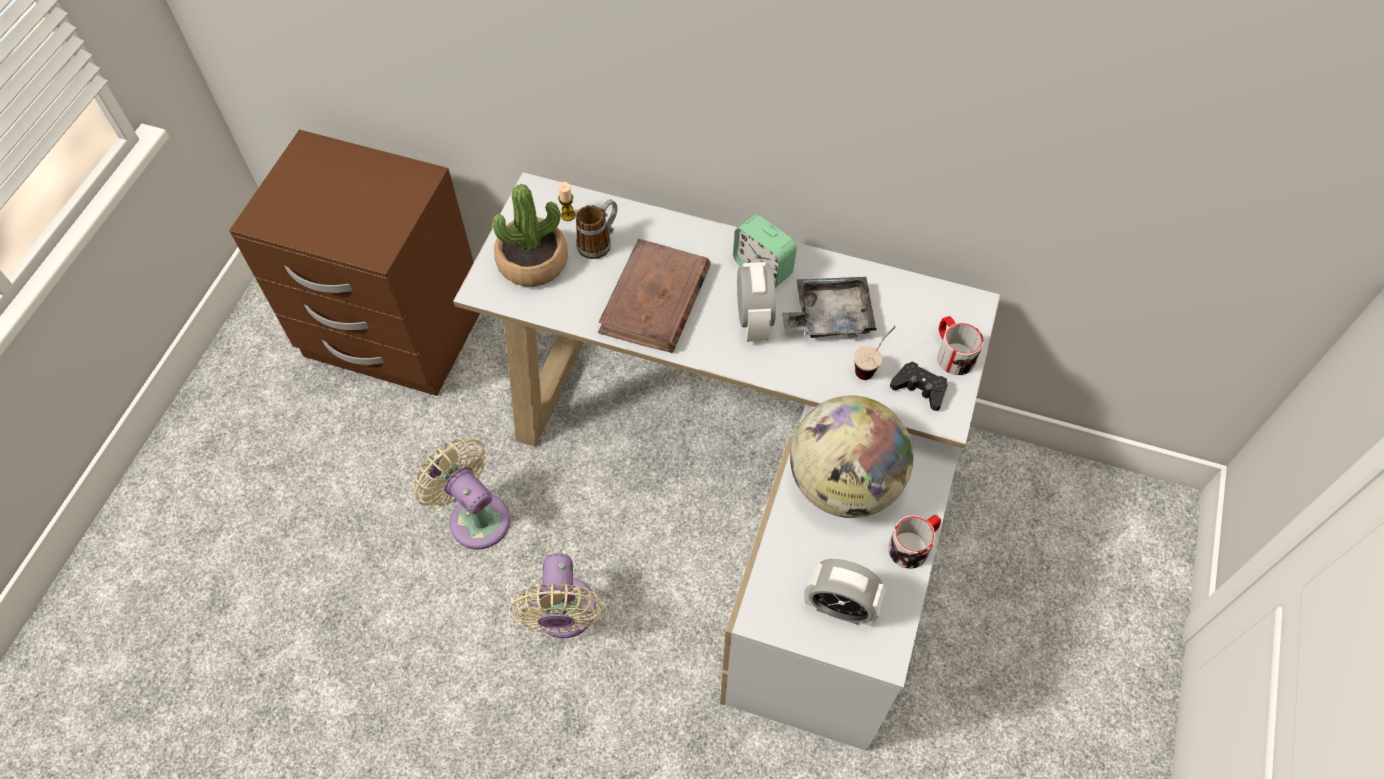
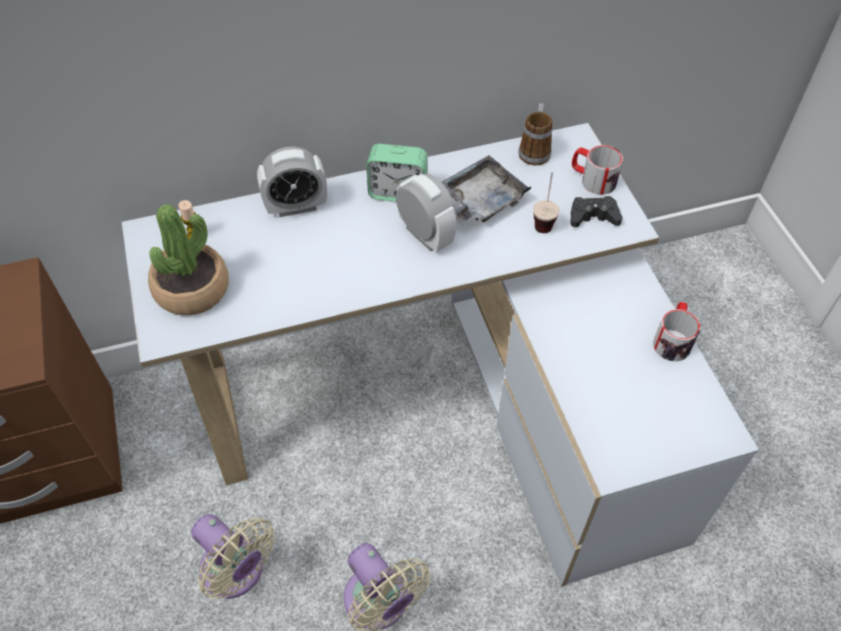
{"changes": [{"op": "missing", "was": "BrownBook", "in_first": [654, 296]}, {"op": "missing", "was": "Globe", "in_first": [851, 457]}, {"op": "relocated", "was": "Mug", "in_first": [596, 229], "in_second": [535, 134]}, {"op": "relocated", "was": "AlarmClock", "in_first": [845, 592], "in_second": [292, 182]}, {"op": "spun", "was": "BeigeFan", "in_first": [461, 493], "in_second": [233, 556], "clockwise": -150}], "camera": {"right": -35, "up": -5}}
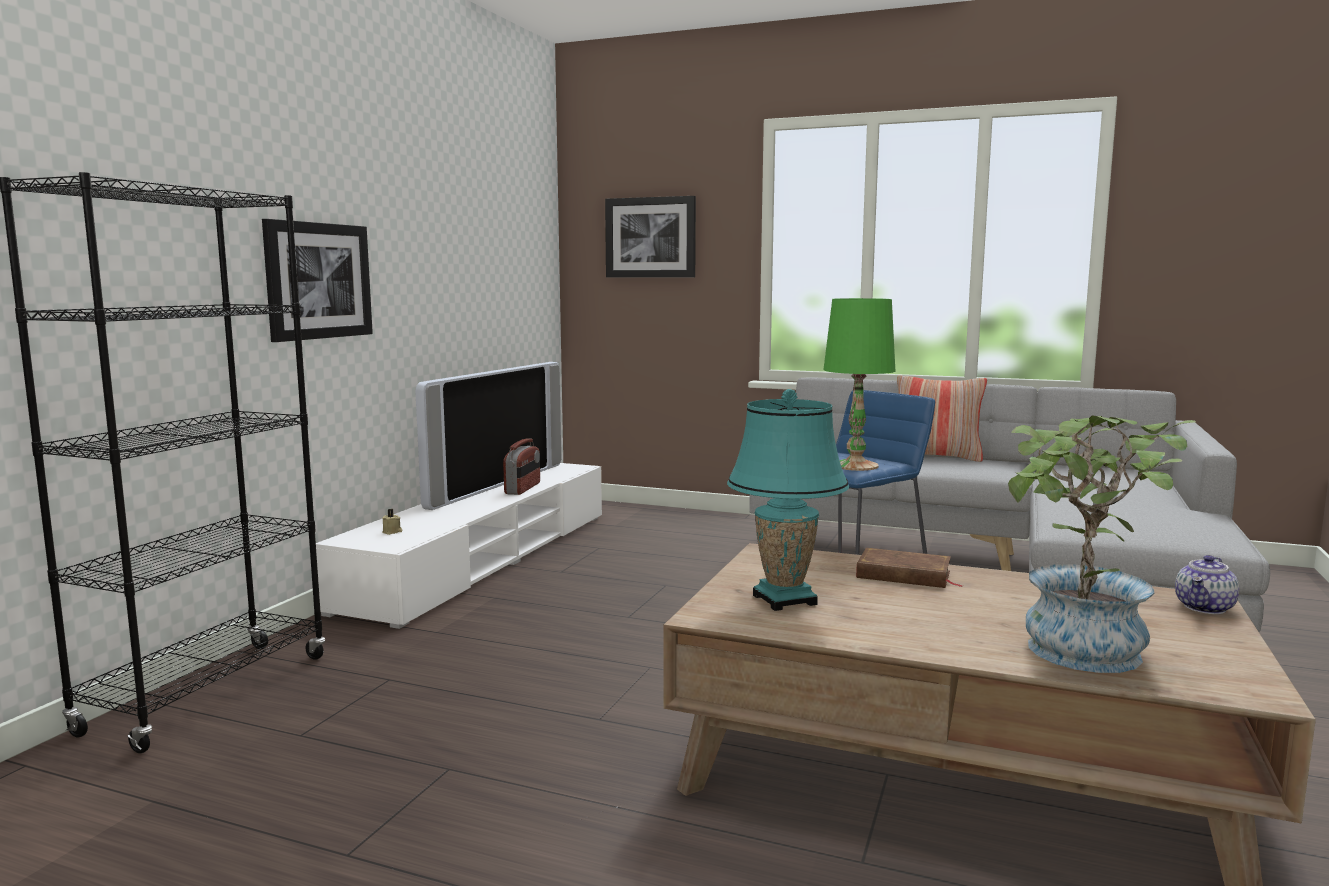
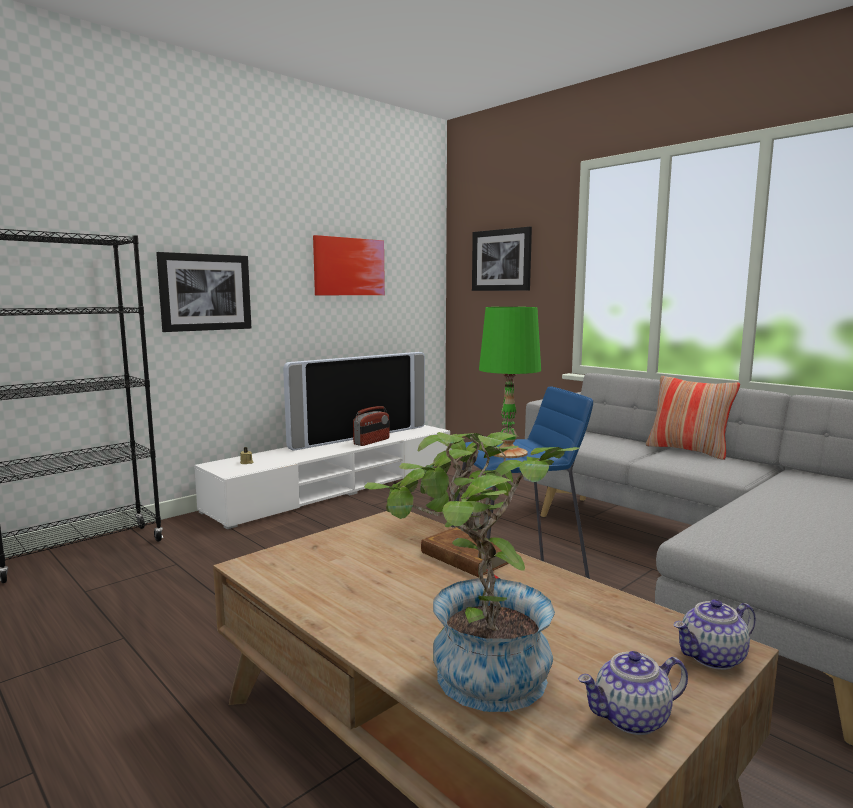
{"changes": [{"op": "missing", "was": "TurquoiseTableLamp", "in_first": [788, 500]}, {"op": "appeared", "now": "Picture", "in_second": [349, 265]}, {"op": "appeared", "now": "Teapot", "in_second": [633, 693]}], "camera": {"right": 25, "up": 0}}
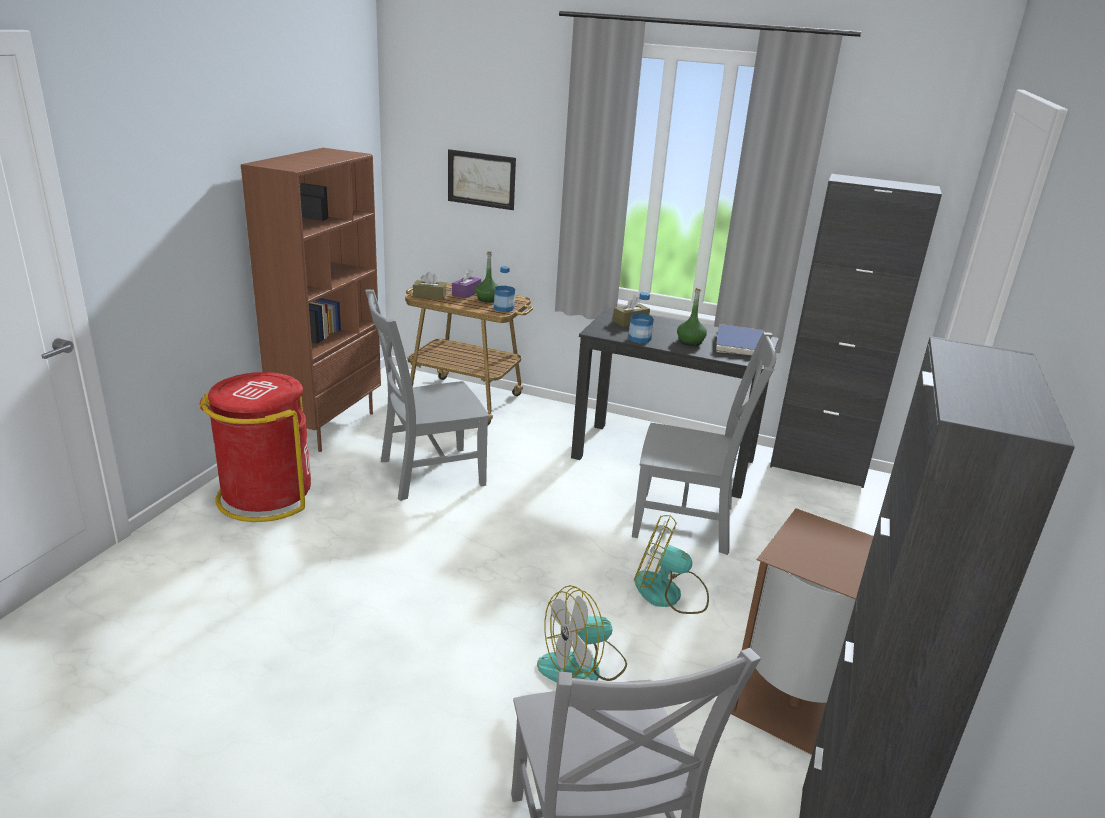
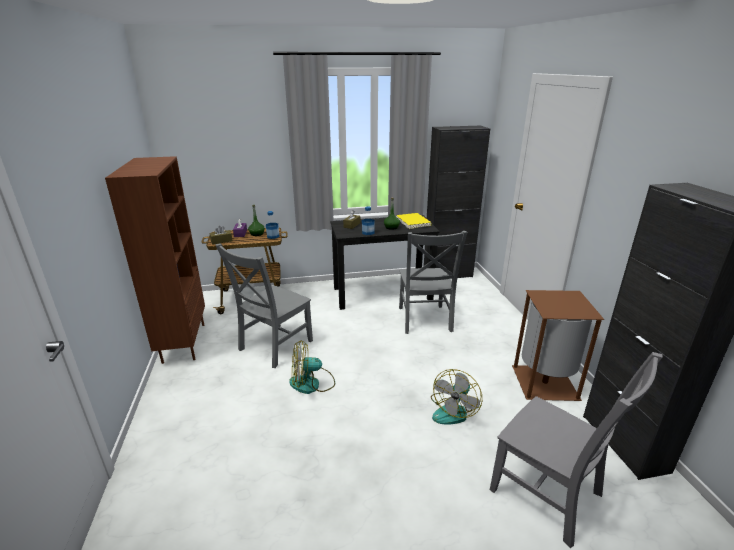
{"changes": [{"op": "missing", "was": "RedTrashCan", "in_first": [255, 447]}, {"op": "missing", "was": "Picture", "in_first": [482, 179]}, {"op": "relocated", "was": "Fan", "in_first": [671, 564], "in_second": [312, 367]}, {"op": "colour", "was": "BlueBook", "now": "YellowBook", "in_first": [740, 340], "in_second": [414, 221]}, {"op": "spun", "was": "GreyChair", "in_first": [704, 443], "in_second": [433, 282], "clockwise": 105}], "camera": {"right": -30, "up": 0}}
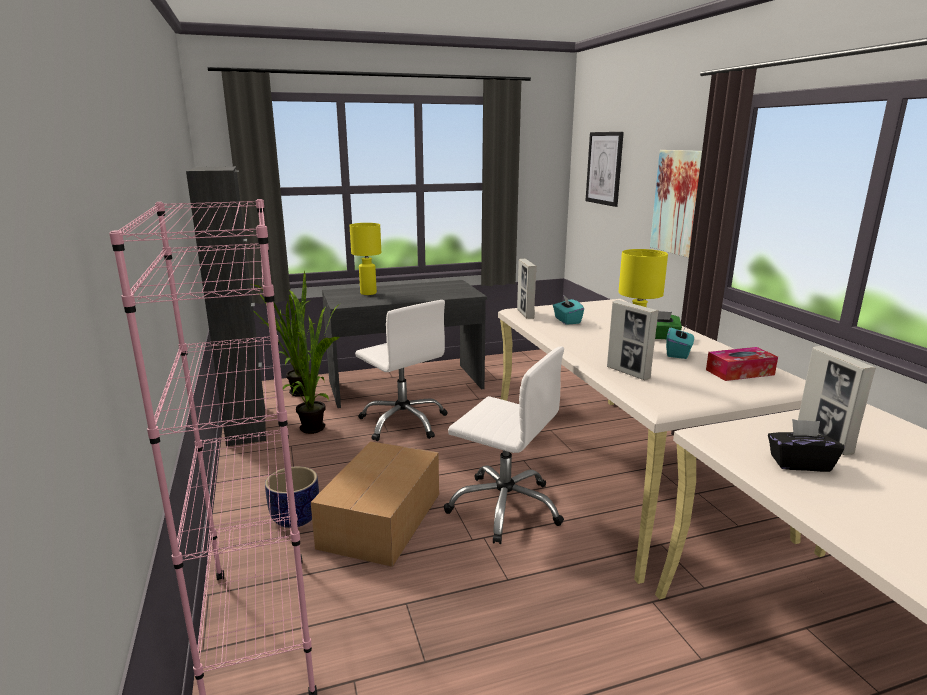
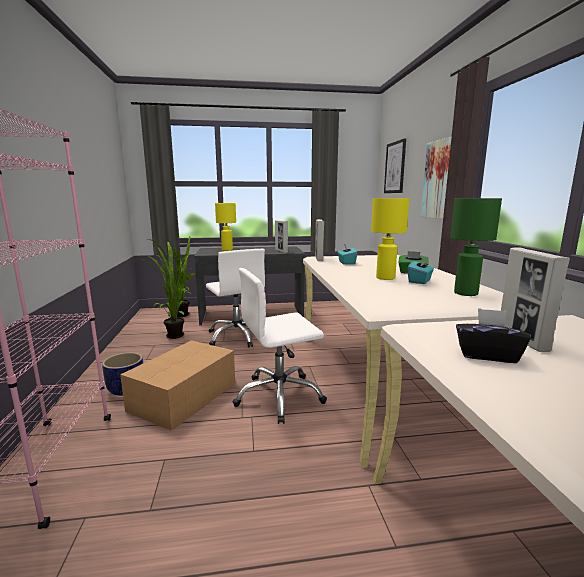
{"changes": [{"op": "missing", "was": "BlackCabinet", "in_first": [226, 306]}, {"op": "relocated", "was": "PictureFrame", "in_first": [633, 340], "in_second": [281, 236]}, {"op": "exchanged", "was": "TissueBox", "now": "GreenTableLamp", "in_first": [742, 364], "in_second": [476, 247]}, {"op": "spun", "was": "WhiteOfficeChair", "in_first": [504, 445], "in_second": [280, 346], "clockwise": 120}], "camera": {"right": 10, "up": -5}}
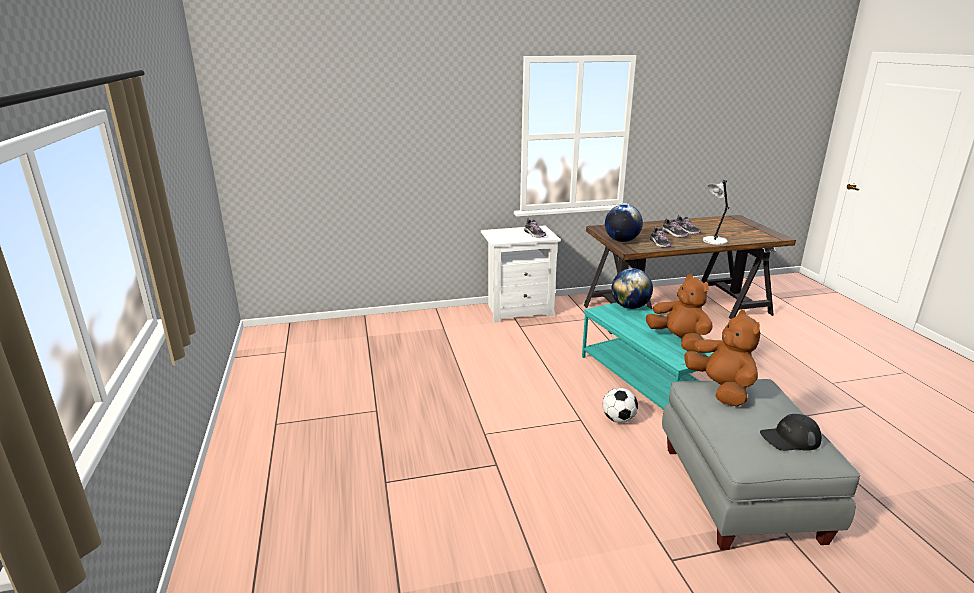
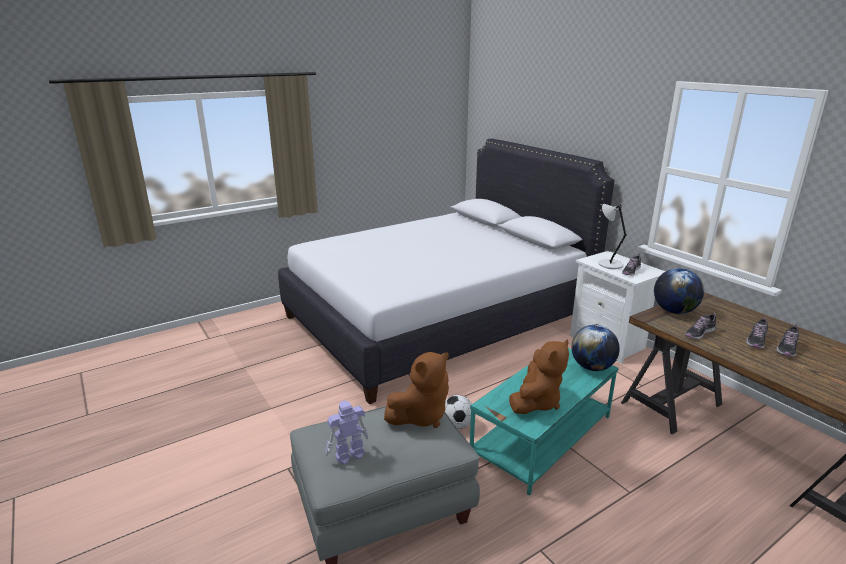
{"changes": [{"op": "appeared", "now": "WhiteBed", "in_second": [446, 271]}, {"op": "relocated", "was": "GreyTableLamp", "in_first": [716, 212], "in_second": [613, 236]}, {"op": "exchanged", "was": "BlackCap", "now": "ToyRobot", "in_first": [791, 432], "in_second": [346, 432]}], "camera": {"right": 70, "up": 0}}
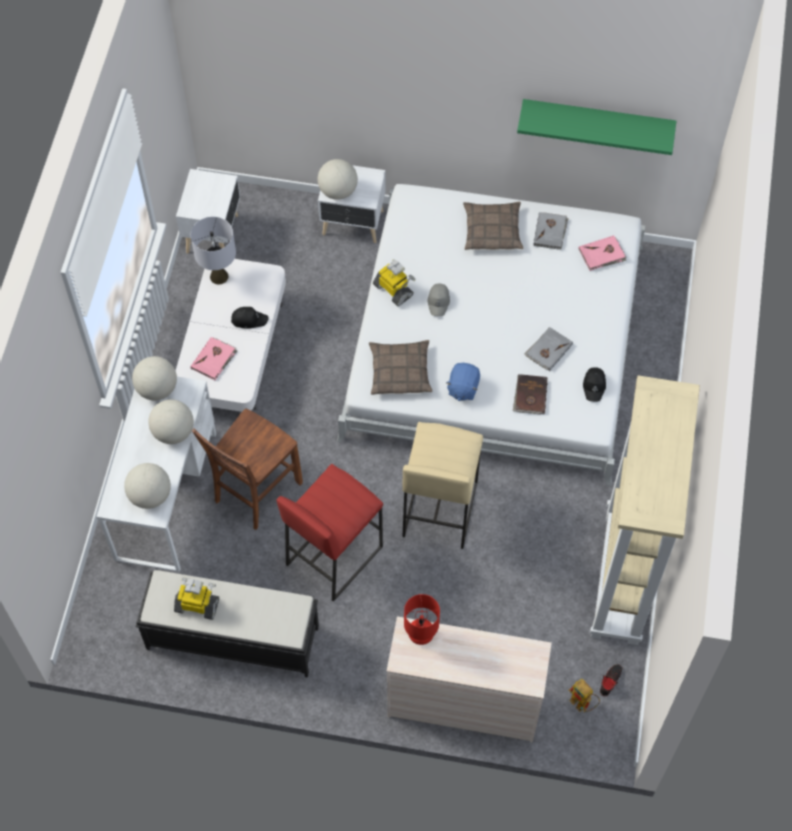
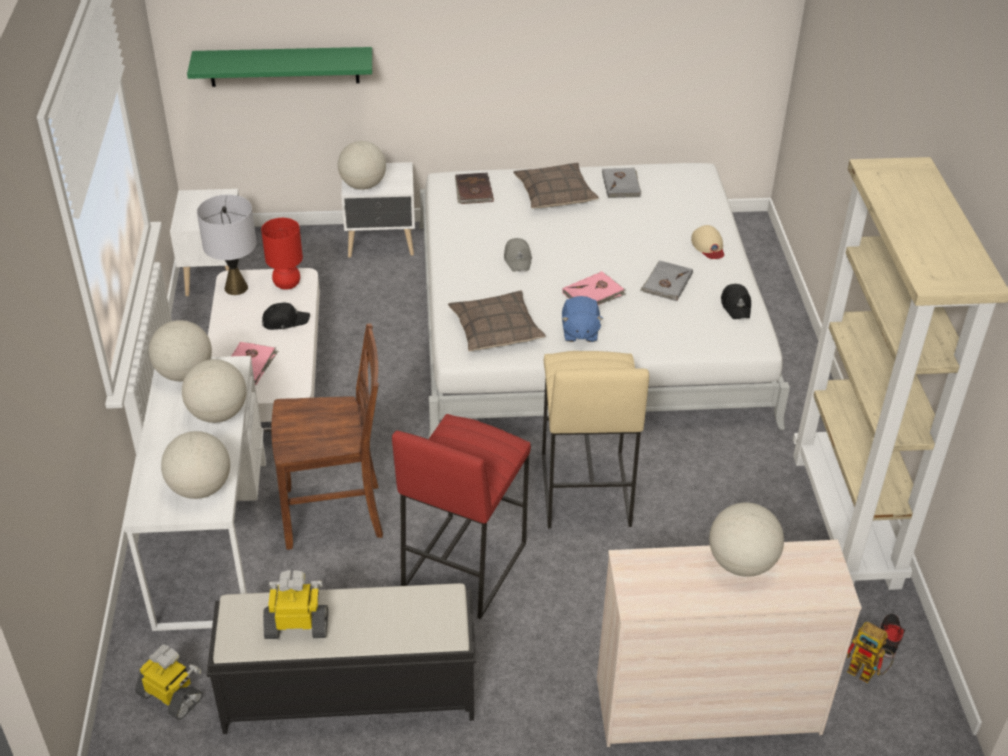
{"changes": [{"op": "appeared", "now": "BeigeCap", "in_second": [707, 242]}, {"op": "appeared", "now": "Globe", "in_second": [746, 540]}, {"op": "relocated", "was": "ToyRobot", "in_first": [394, 283], "in_second": [169, 682]}, {"op": "relocated", "was": "RedTableLamp", "in_first": [422, 619], "in_second": [282, 254]}, {"op": "relocated", "was": "BrownBook", "in_first": [530, 394], "in_second": [474, 188]}, {"op": "relocated", "was": "GreenShelf", "in_first": [596, 127], "in_second": [279, 67]}, {"op": "relocated", "was": "PinkBook", "in_first": [603, 253], "in_second": [594, 288]}, {"op": "spun", "was": "BrownChair", "in_first": [247, 469], "in_second": [327, 437], "clockwise": -120}], "camera": {"right": -15, "up": -20}}
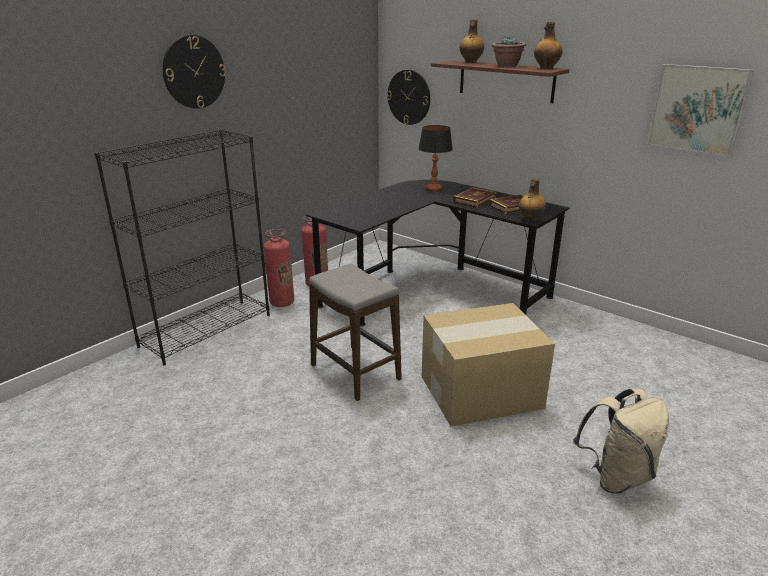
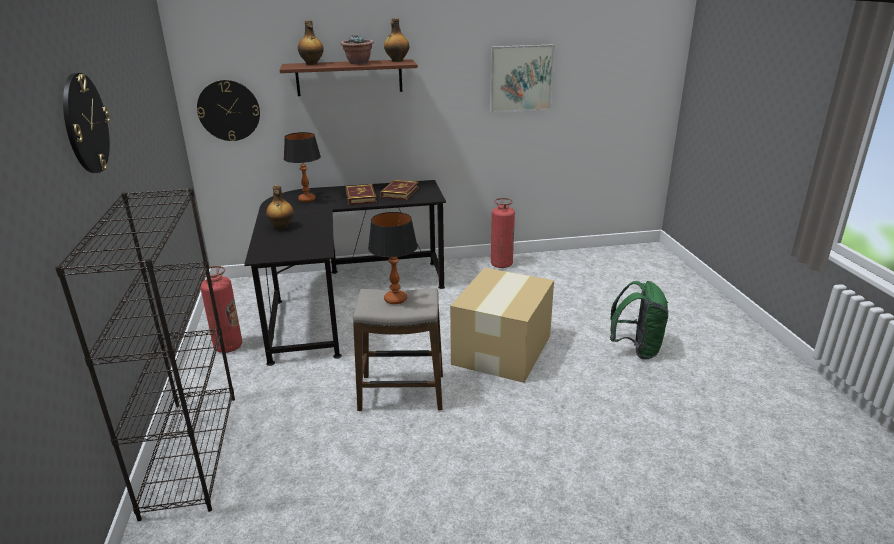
{"changes": [{"op": "appeared", "now": "TableLamp", "in_second": [393, 258]}, {"op": "relocated", "was": "FireExtinguisher", "in_first": [279, 268], "in_second": [503, 233]}, {"op": "relocated", "was": "Bottle", "in_first": [532, 200], "in_second": [280, 207]}, {"op": "colour", "was": "BeigeBackpack", "now": "GreenBackpack", "in_first": [621, 441], "in_second": [639, 320]}], "camera": {"right": -50, "up": 0}}
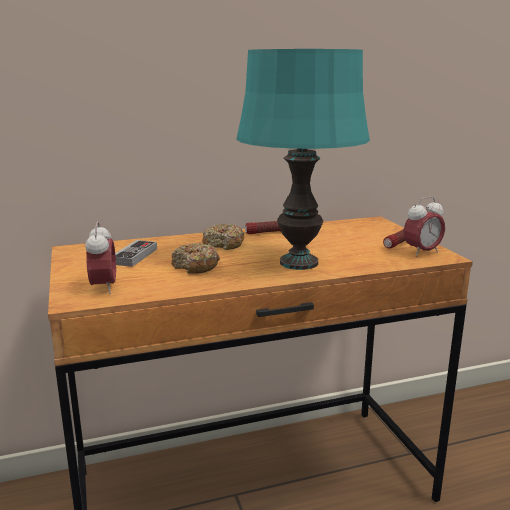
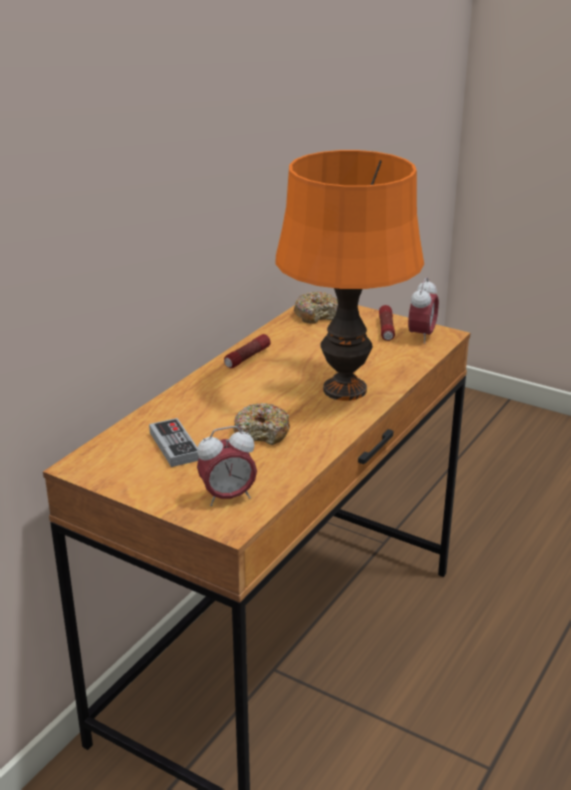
{"changes": [{"op": "relocated", "was": "Donut", "in_first": [223, 237], "in_second": [316, 308]}, {"op": "colour", "was": "TurquoiseTableLamp", "now": "OrangeTableLamp", "in_first": [303, 159], "in_second": [350, 275]}, {"op": "spun", "was": "AlarmClock", "in_first": [100, 257], "in_second": [227, 466], "clockwise": 120}], "camera": {"right": -40, "up": 10}}
